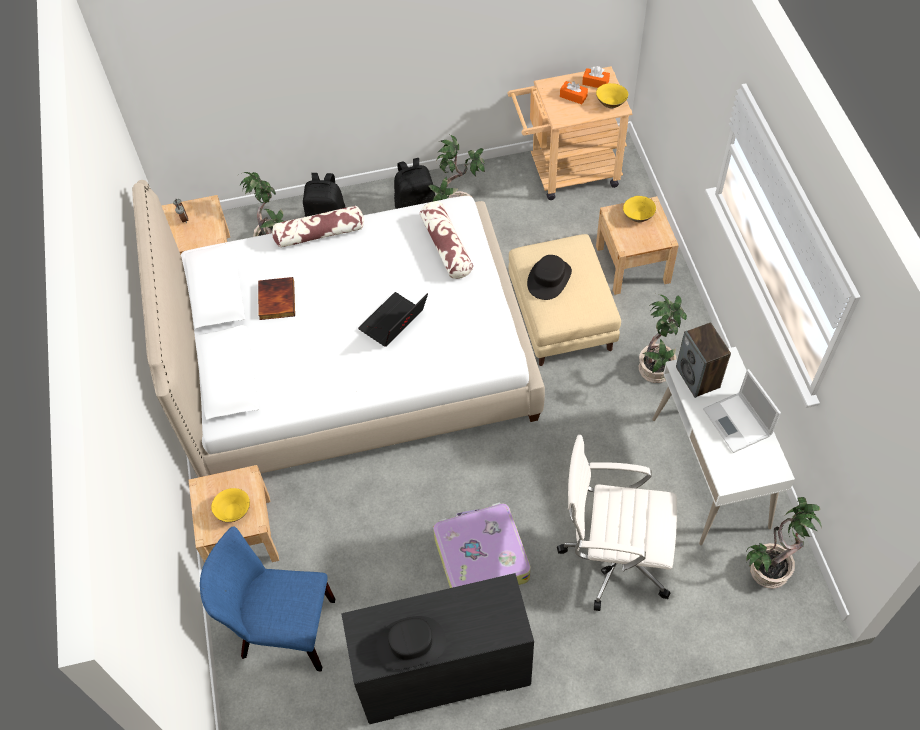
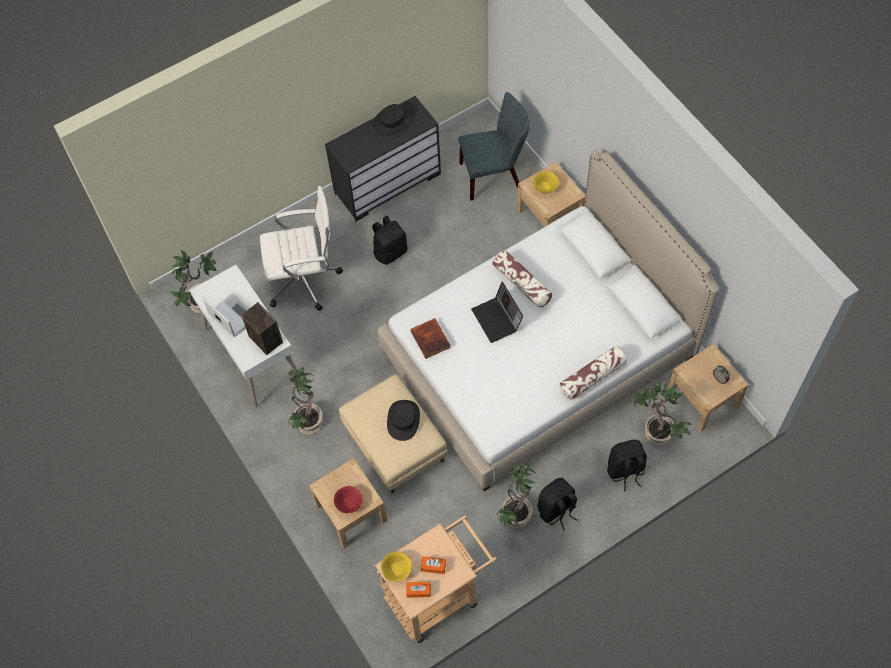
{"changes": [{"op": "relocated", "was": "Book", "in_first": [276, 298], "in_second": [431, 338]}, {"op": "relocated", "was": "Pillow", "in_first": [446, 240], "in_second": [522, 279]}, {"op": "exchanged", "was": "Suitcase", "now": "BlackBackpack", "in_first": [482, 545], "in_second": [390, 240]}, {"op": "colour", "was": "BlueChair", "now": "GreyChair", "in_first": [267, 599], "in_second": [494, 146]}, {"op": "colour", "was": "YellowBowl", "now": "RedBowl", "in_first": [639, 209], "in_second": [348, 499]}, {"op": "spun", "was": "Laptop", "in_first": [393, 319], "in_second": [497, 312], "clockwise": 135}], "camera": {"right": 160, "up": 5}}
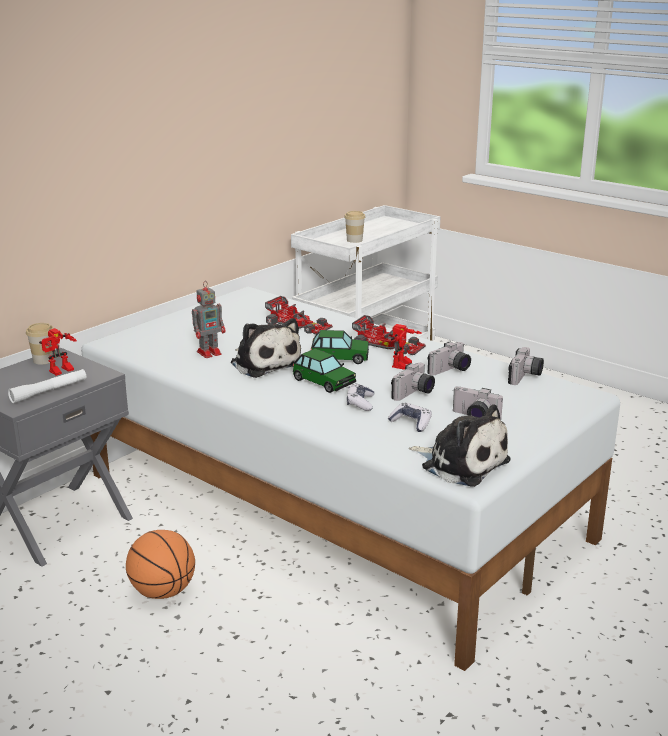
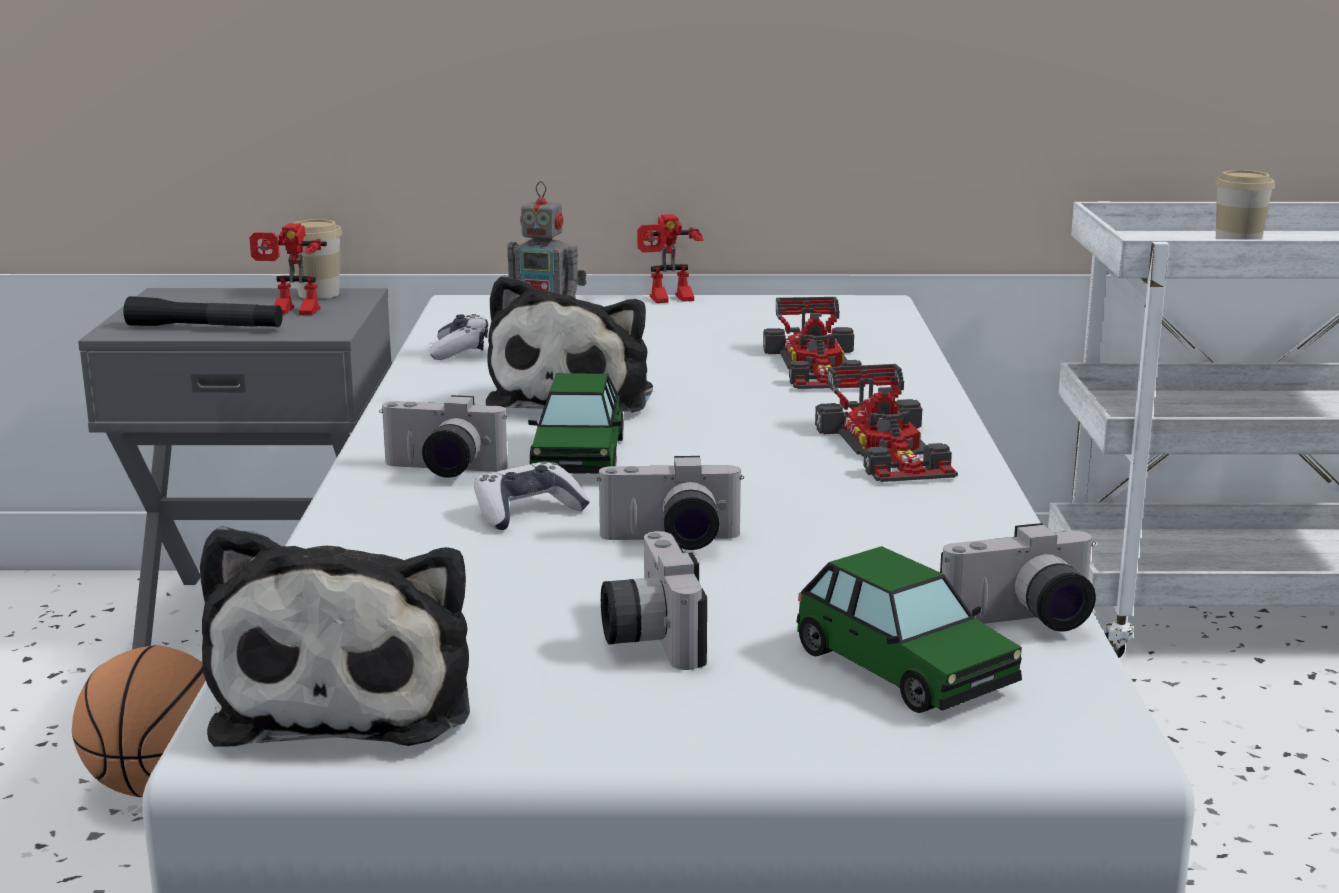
{"changes": [{"op": "relocated", "was": "ToyCar", "in_first": [340, 347], "in_second": [909, 629]}, {"op": "relocated", "was": "GameController", "in_first": [410, 417], "in_second": [458, 337]}, {"op": "relocated", "was": "ToyRobot", "in_first": [406, 347], "in_second": [670, 258]}, {"op": "relocated", "was": "PhotoCamera", "in_first": [449, 358], "in_second": [443, 436]}, {"op": "colour", "was": "WhiteFlashlight", "now": "BlackFlashlight", "in_first": [47, 386], "in_second": [203, 311]}], "camera": {"right": 50, "up": -5}}
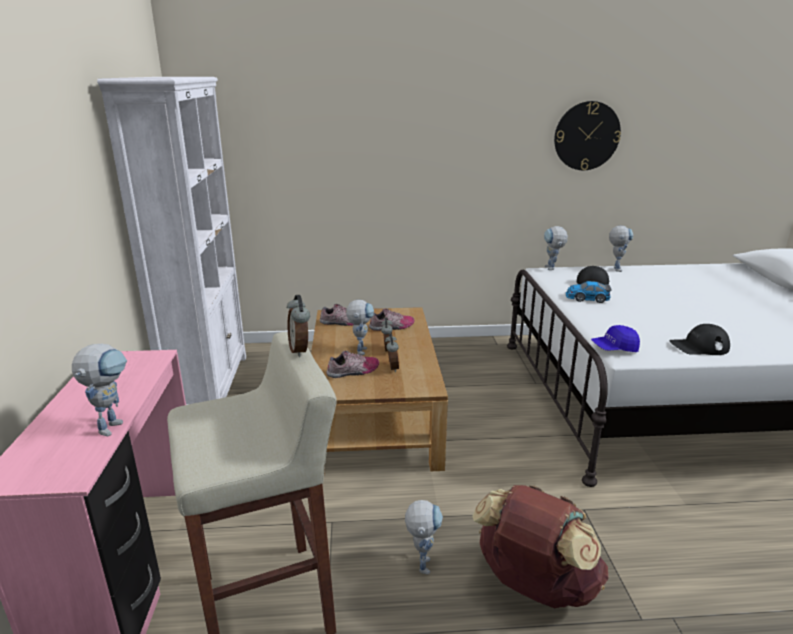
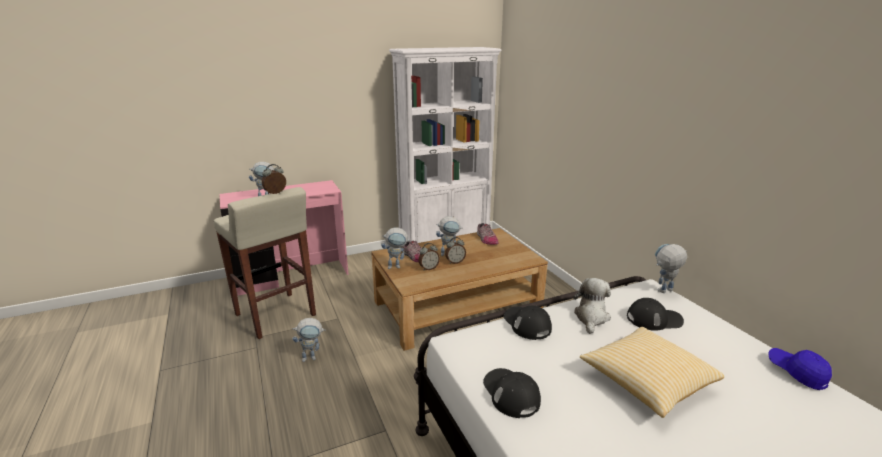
{"changes": [{"op": "missing", "was": "Shoe", "in_first": [392, 319]}, {"op": "missing", "was": "BrownBackpack", "in_first": [540, 546]}, {"op": "missing", "was": "WallClock", "in_first": [587, 135]}, {"op": "appeared", "now": "BlackCap", "in_second": [528, 323]}, {"op": "appeared", "now": "Pillow", "in_second": [652, 372]}, {"op": "relocated", "was": "BlueCap", "in_first": [615, 338], "in_second": [800, 369]}, {"op": "relocated", "was": "ToyRobot", "in_first": [621, 249], "in_second": [396, 248]}, {"op": "exchanged", "was": "ToyCar", "now": "PlushToy", "in_first": [589, 292], "in_second": [592, 306]}], "camera": {"right": 70, "up": 0}}
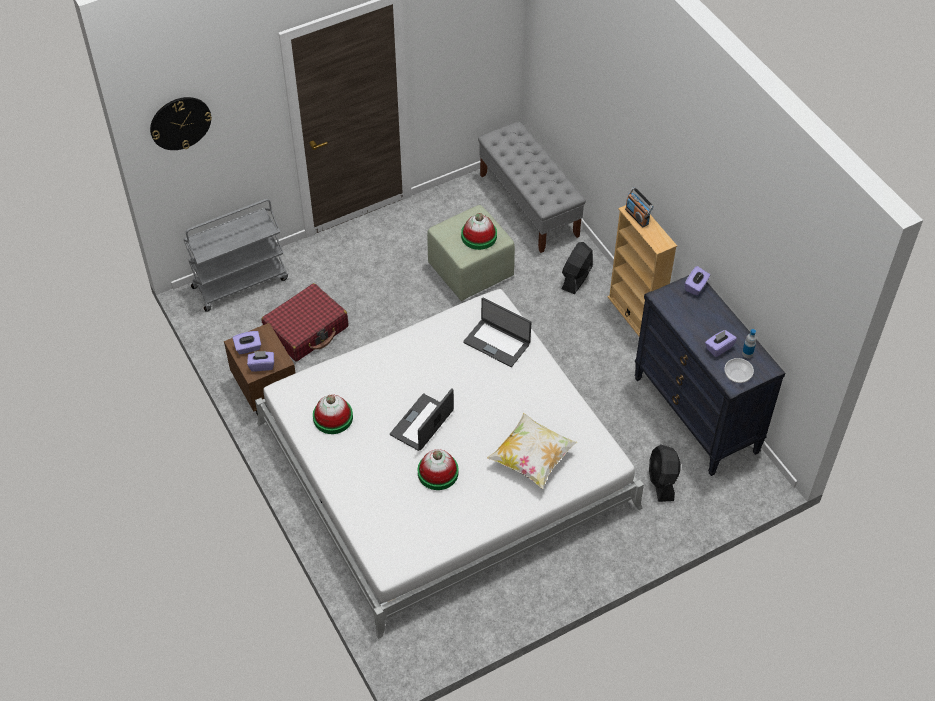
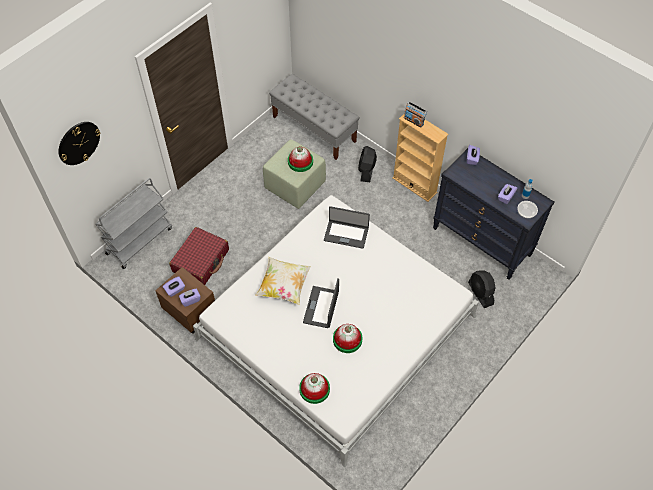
{"changes": [{"op": "relocated", "was": "Hat", "in_first": [333, 414], "in_second": [314, 388]}, {"op": "relocated", "was": "Pillow", "in_first": [532, 451], "in_second": [283, 281]}], "camera": {"right": -20, "up": 5}}
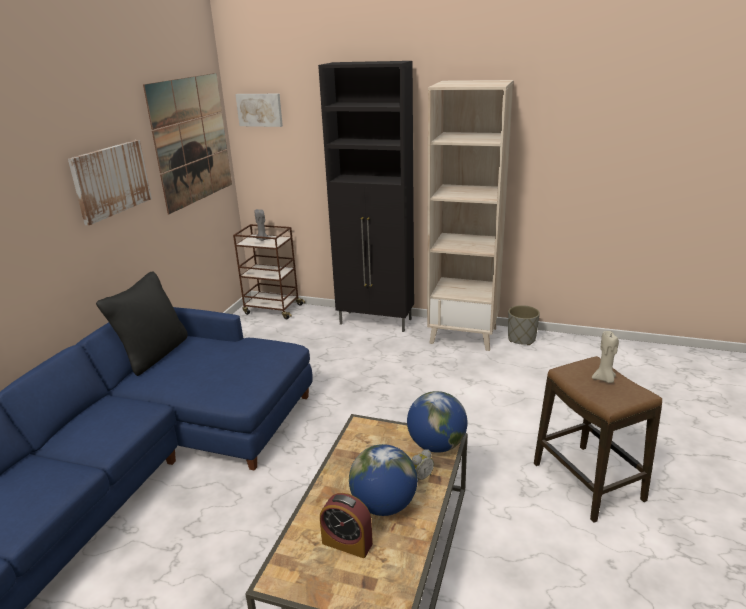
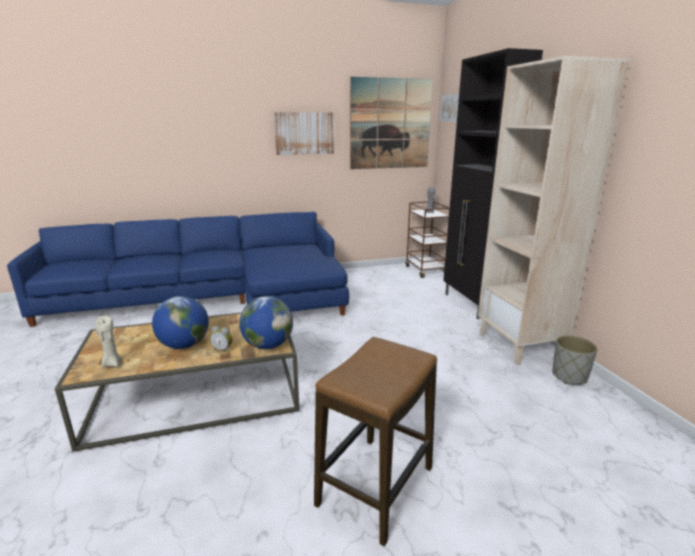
{"changes": [{"op": "missing", "was": "BlackPillow", "in_first": [142, 323]}, {"op": "missing", "was": "AlarmClock", "in_first": [346, 525]}, {"op": "relocated", "was": "BeigeCandle", "in_first": [605, 357], "in_second": [108, 341]}], "camera": {"right": 55, "up": -5}}
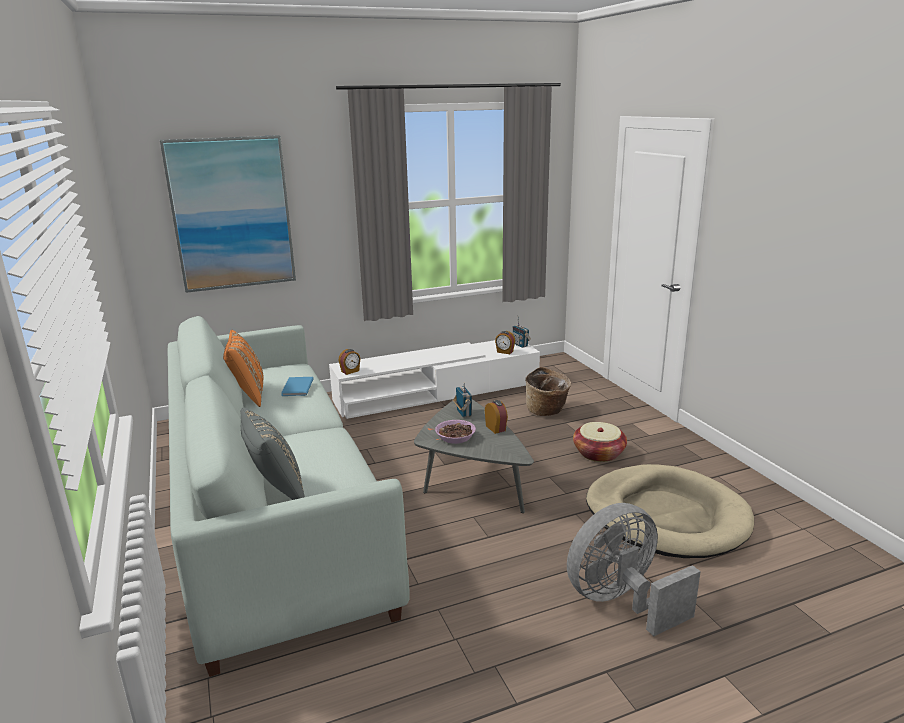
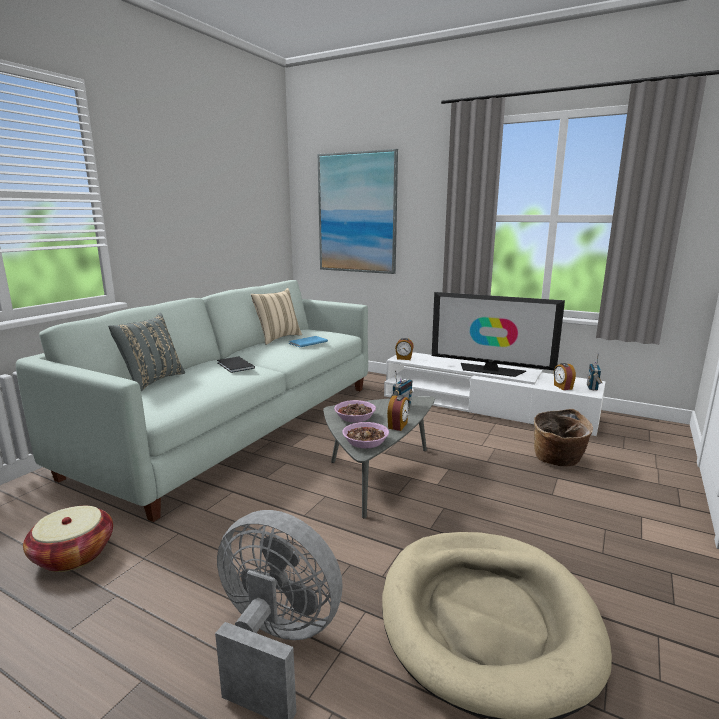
{"changes": [{"op": "appeared", "now": "BlackBook", "in_second": [236, 365]}, {"op": "appeared", "now": "Bowl", "in_second": [365, 435]}, {"op": "appeared", "now": "Television", "in_second": [498, 334]}, {"op": "relocated", "was": "Basket", "in_first": [600, 442], "in_second": [68, 539]}, {"op": "colour", "was": "OrangePillow", "now": "BeigePillow", "in_first": [243, 368], "in_second": [276, 316]}], "camera": {"right": 50, "up": -5}}
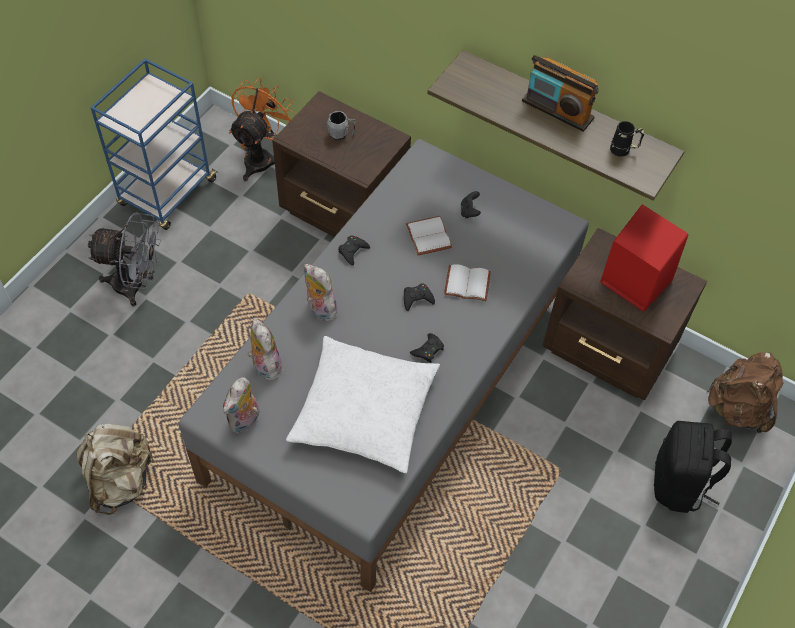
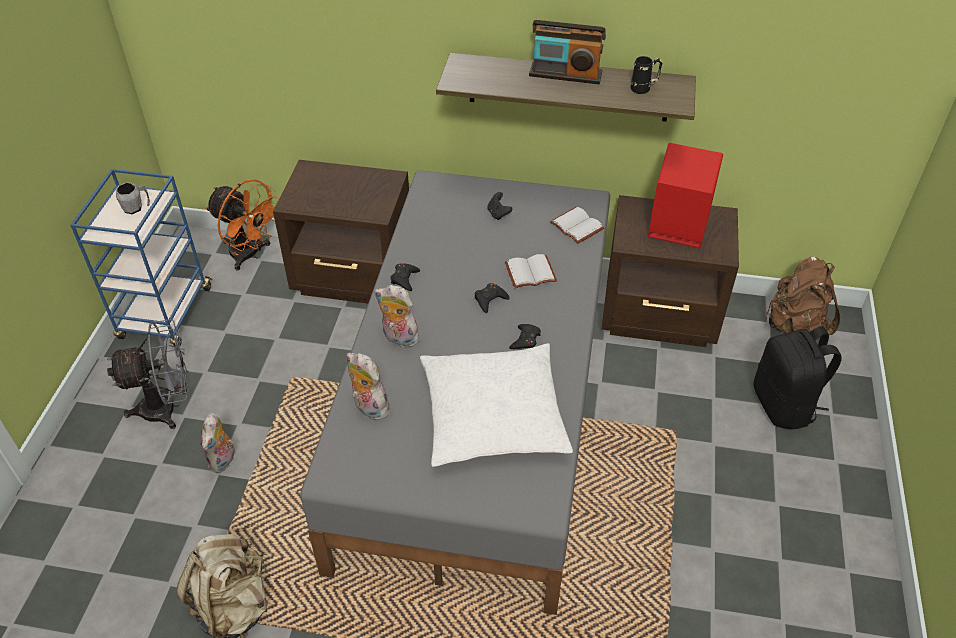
{"changes": [{"op": "relocated", "was": "PlushToy", "in_first": [241, 405], "in_second": [218, 443]}, {"op": "relocated", "was": "GreyMug", "in_first": [341, 125], "in_second": [133, 198]}, {"op": "relocated", "was": "WhiteBook", "in_first": [429, 235], "in_second": [577, 225]}, {"op": "spun", "was": "OrangeFan", "in_first": [262, 129], "in_second": [242, 225], "clockwise": 120}], "camera": {"right": -20, "up": -10}}
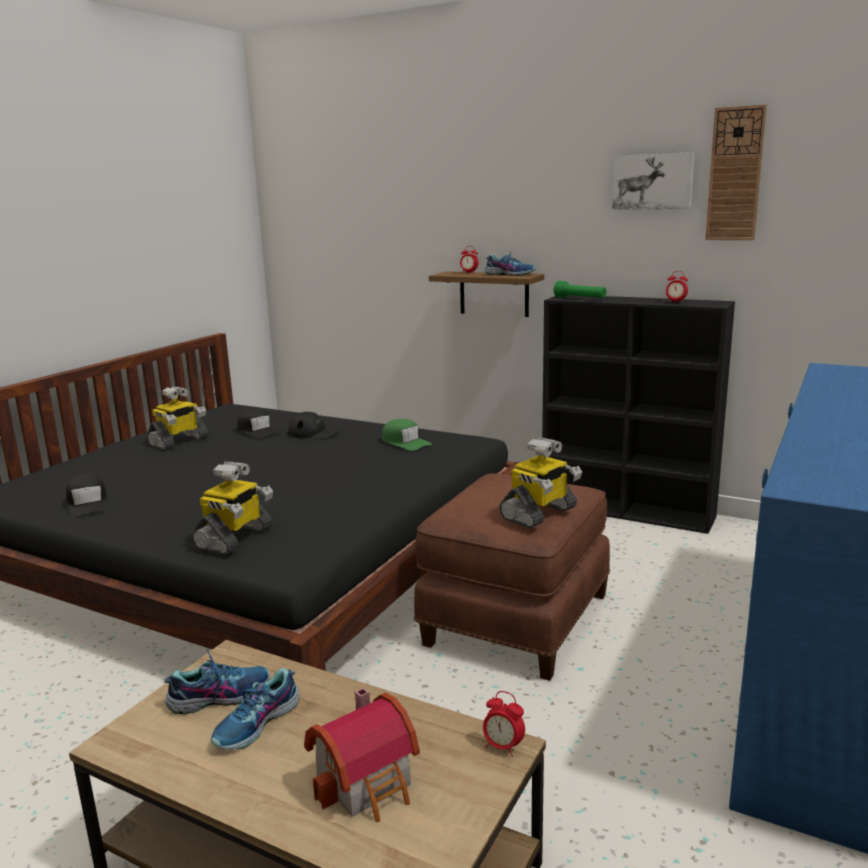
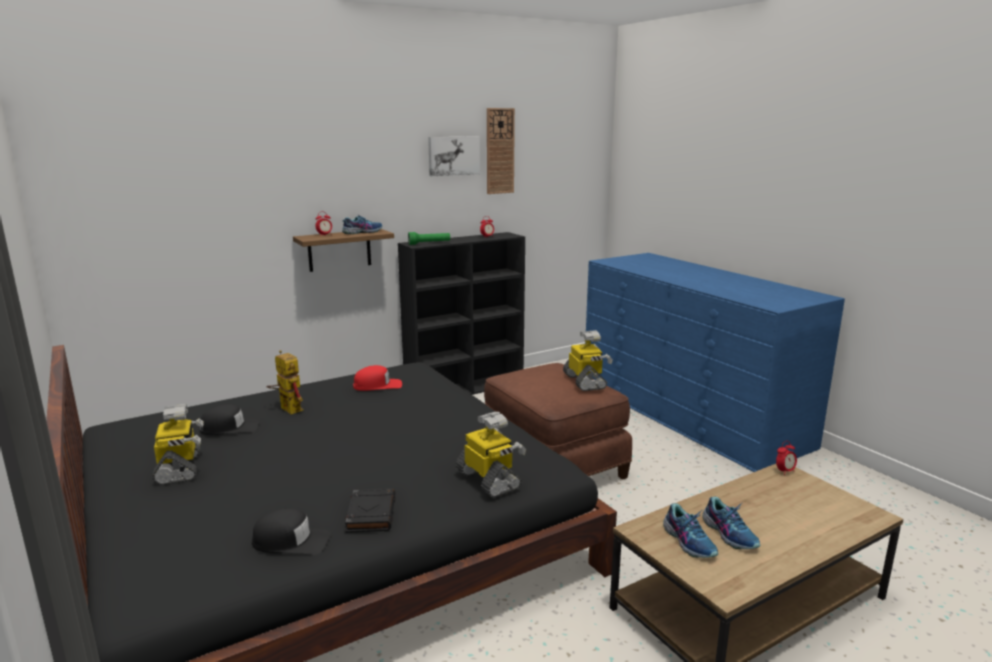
{"changes": [{"op": "missing", "was": "ToyHouse", "in_first": [362, 754]}, {"op": "appeared", "now": "BlackBook", "in_second": [370, 510]}, {"op": "exchanged", "was": "BlackCap", "now": "ToyRobot", "in_first": [314, 425], "in_second": [285, 382]}, {"op": "colour", "was": "GreenCap", "now": "RedCap", "in_first": [407, 435], "in_second": [377, 378]}, {"op": "spun", "was": "Shoe", "in_first": [217, 681], "in_second": [690, 530], "clockwise": 150}], "camera": {"right": -60, "up": 0}}
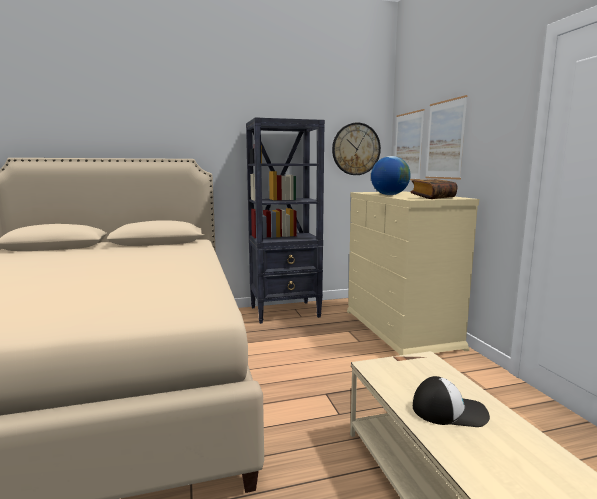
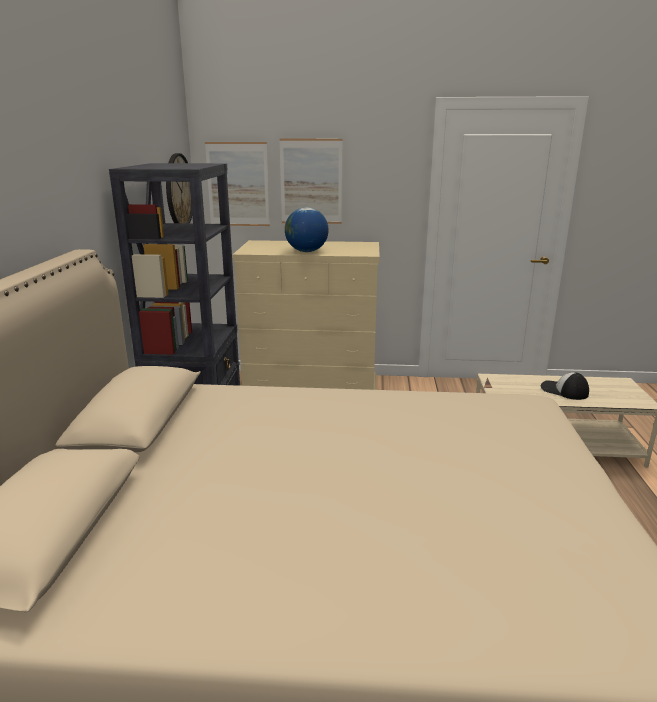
{"changes": [{"op": "missing", "was": "Book", "in_first": [434, 189]}, {"op": "spun", "was": "Cap", "in_first": [451, 401], "in_second": [565, 386], "clockwise": -75}], "camera": {"right": -70, "up": 10}}
